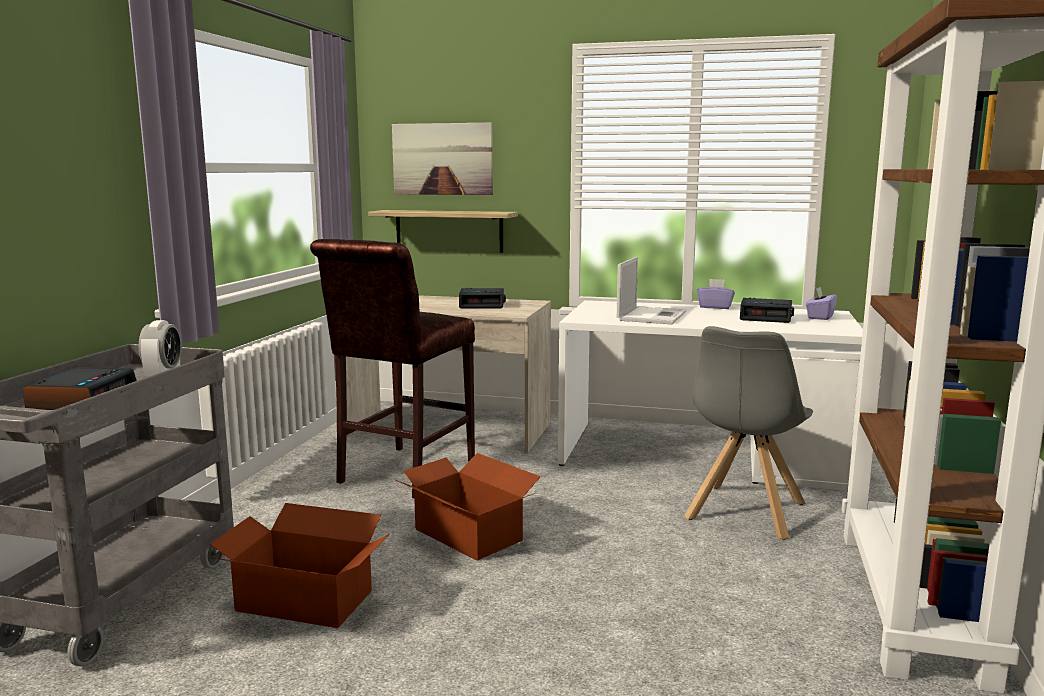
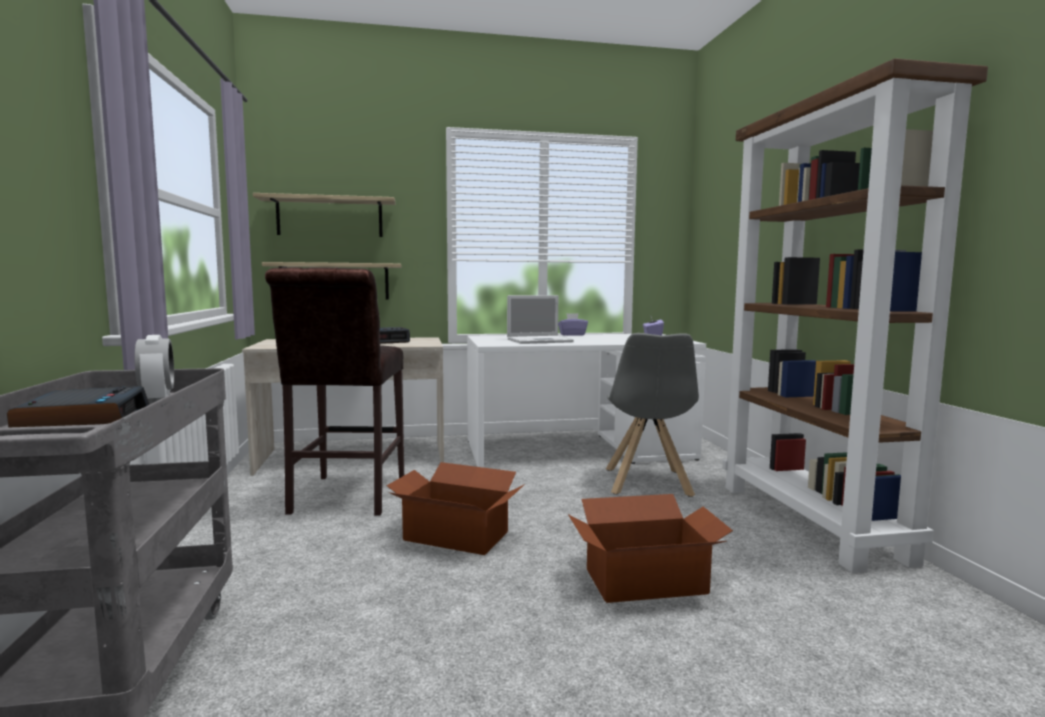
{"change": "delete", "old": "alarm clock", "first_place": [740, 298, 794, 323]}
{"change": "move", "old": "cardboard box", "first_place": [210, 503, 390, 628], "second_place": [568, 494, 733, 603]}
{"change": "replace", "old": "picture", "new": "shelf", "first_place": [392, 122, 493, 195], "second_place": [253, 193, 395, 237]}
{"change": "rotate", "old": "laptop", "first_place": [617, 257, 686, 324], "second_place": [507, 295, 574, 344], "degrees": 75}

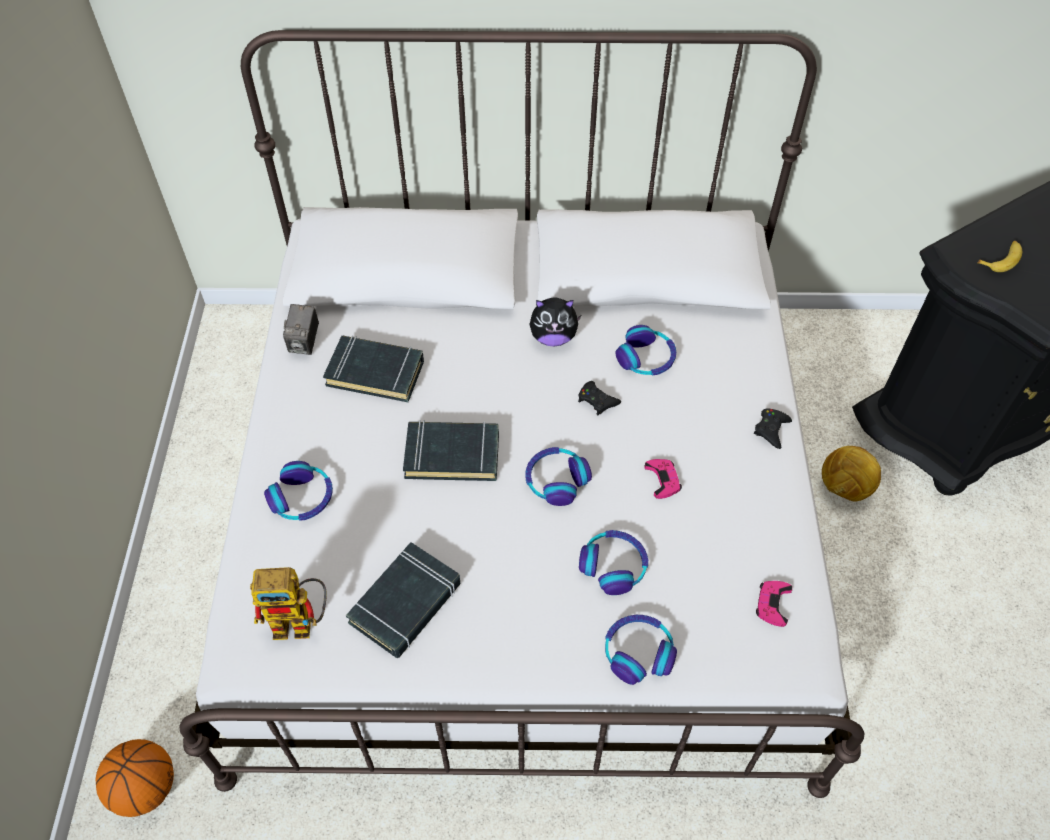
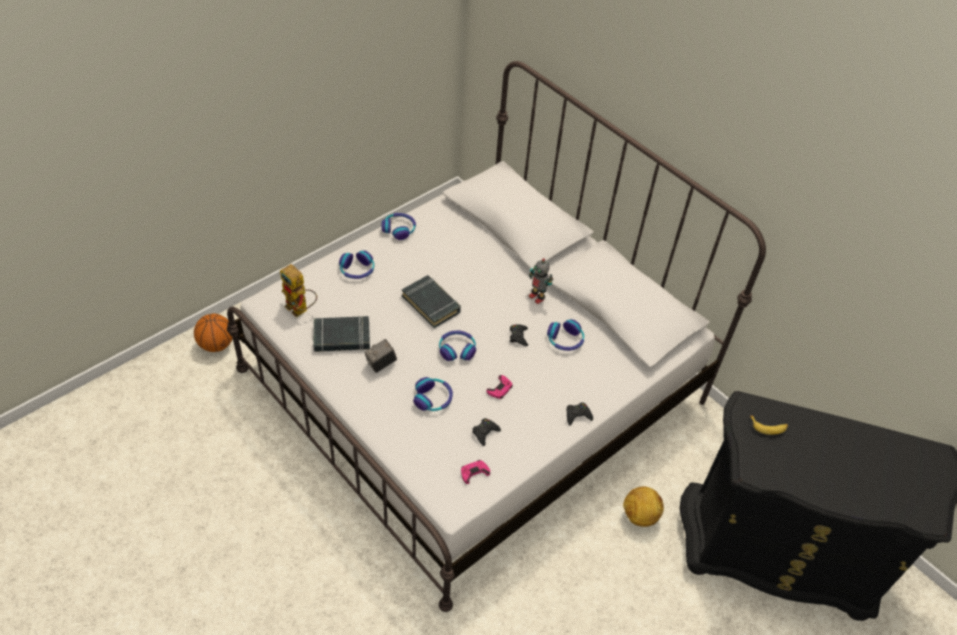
{"change": "delete", "old": "black book", "first_place": [323, 336, 424, 402]}
{"change": "insert", "new": "black game controller", "second_place": [472, 418, 501, 446]}
{"change": "move", "old": "photo camera", "first_place": [283, 304, 319, 355], "second_place": [364, 339, 397, 373]}
{"change": "move", "old": "headphones", "first_place": [605, 615, 677, 685], "second_place": [381, 213, 416, 240]}
{"change": "replace", "old": "plush toy", "new": "toy robot", "first_place": [529, 297, 582, 347], "second_place": [529, 258, 553, 304]}

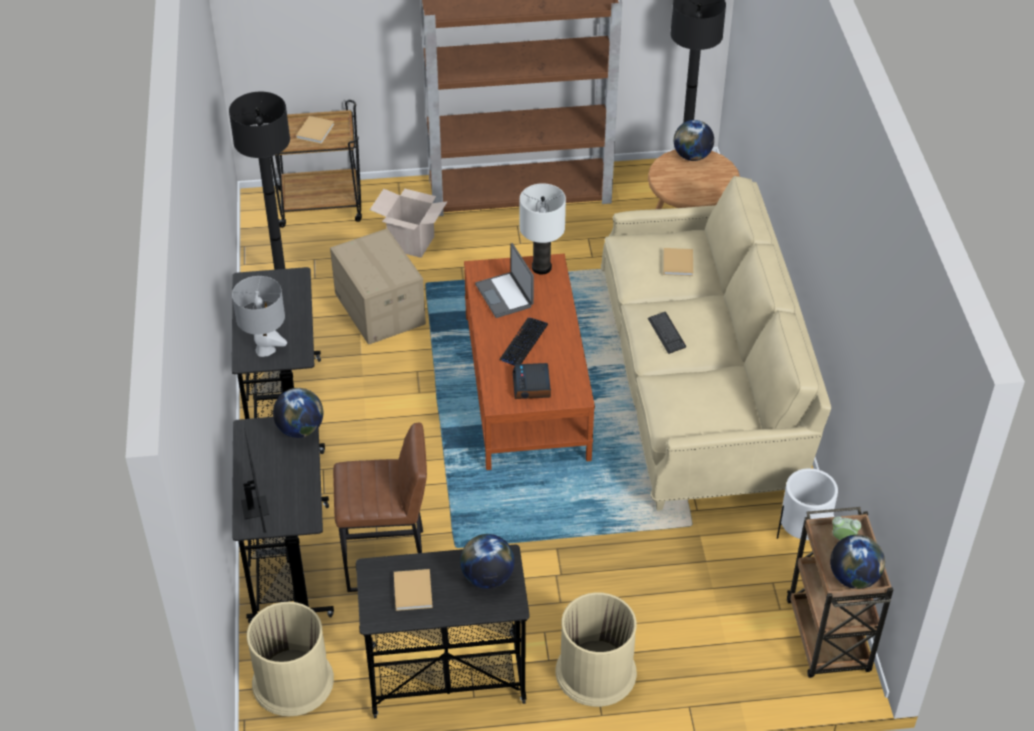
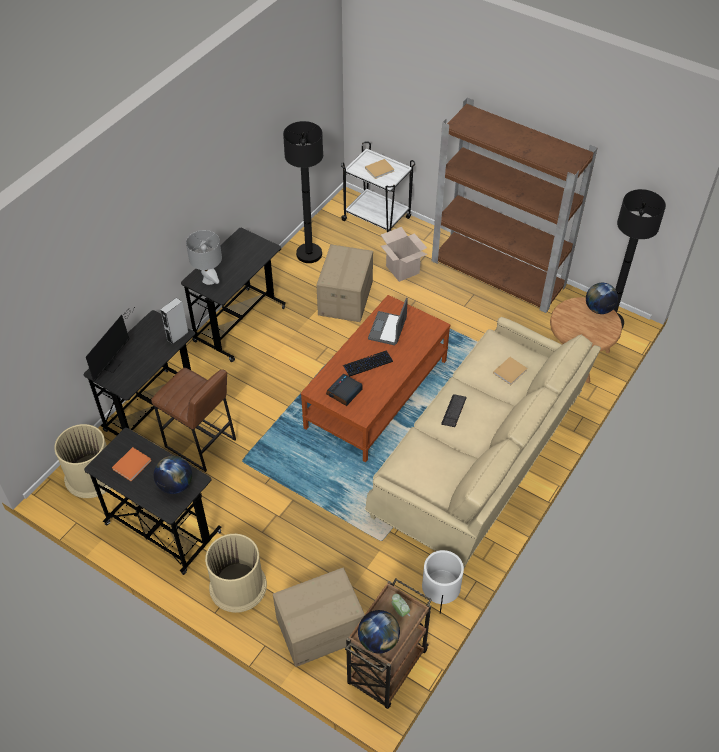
{"change": "delete", "old": "white table lamp", "first_place": [520, 183, 566, 275]}
{"change": "insert", "new": "cardboard box", "second_place": [273, 568, 365, 667]}
{"change": "replace", "old": "globe", "new": "grey speaker", "first_place": [273, 388, 323, 438], "second_place": [160, 298, 189, 345]}
{"change": "recolor", "old": "brown cart", "new": "white cart", "first_place": [269, 100, 362, 228], "second_place": [340, 141, 415, 232]}
{"change": "recolor", "old": "beige book", "new": "orange book", "first_place": [394, 569, 433, 611], "second_place": [112, 447, 152, 481]}

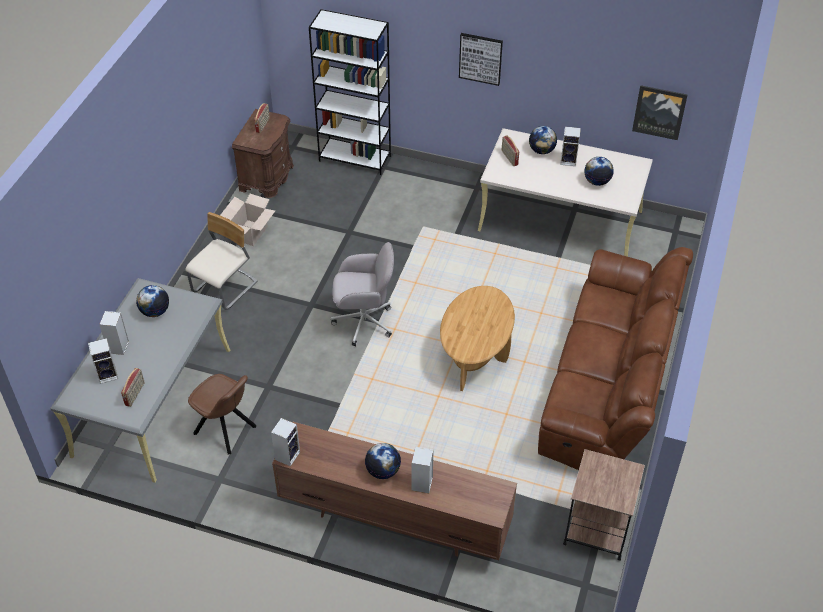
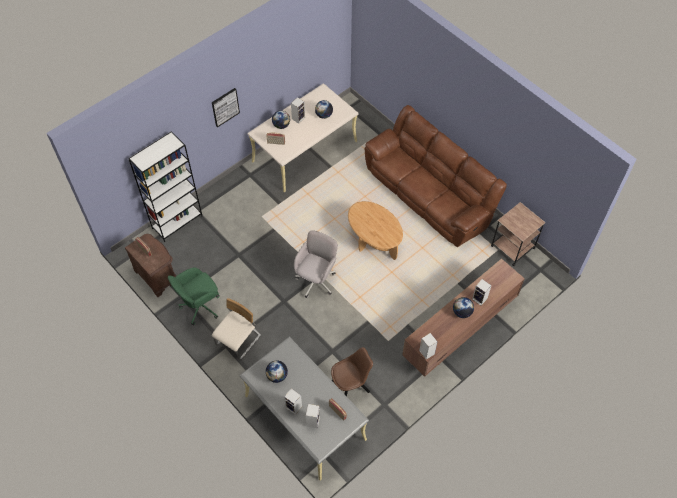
{"change": "delete", "old": "picture", "first_place": [632, 85, 688, 140]}
{"change": "replace", "old": "cardboard box", "new": "green office chair", "first_place": [220, 194, 275, 246], "second_place": [168, 267, 220, 325]}
{"change": "rotate", "old": "beige chair", "first_place": [186, 212, 258, 310], "second_place": [212, 298, 261, 360], "degrees": 60}

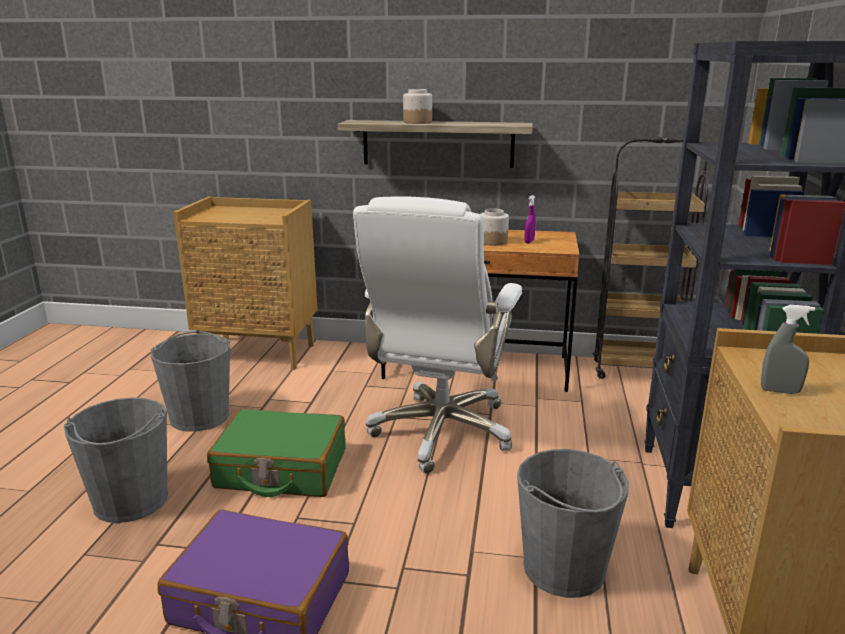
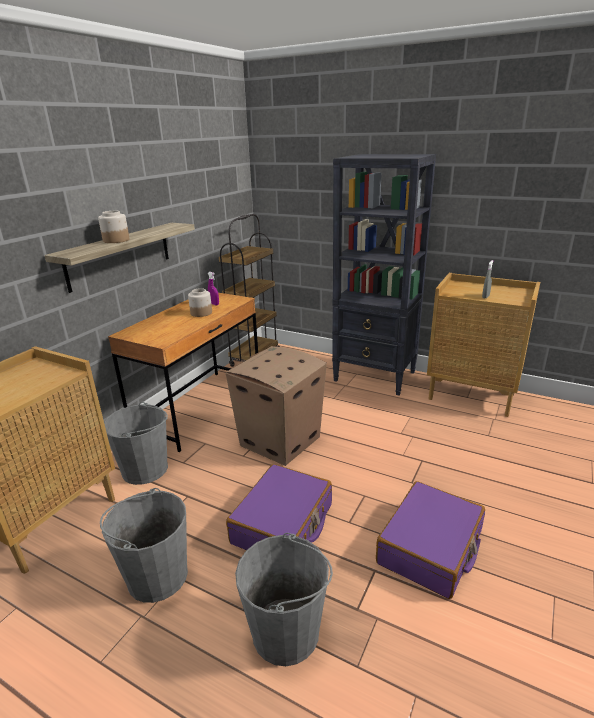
{"change": "move", "old": "grey bucket", "first_place": [517, 449, 629, 598], "second_place": [104, 402, 168, 485]}
{"change": "replace", "old": "white office chair", "new": "cardboard box", "first_place": [353, 196, 522, 474], "second_place": [226, 346, 327, 466]}
{"change": "recolor", "old": "green suitcase", "new": "purple suitcase", "first_place": [207, 409, 346, 497], "second_place": [226, 464, 332, 550]}

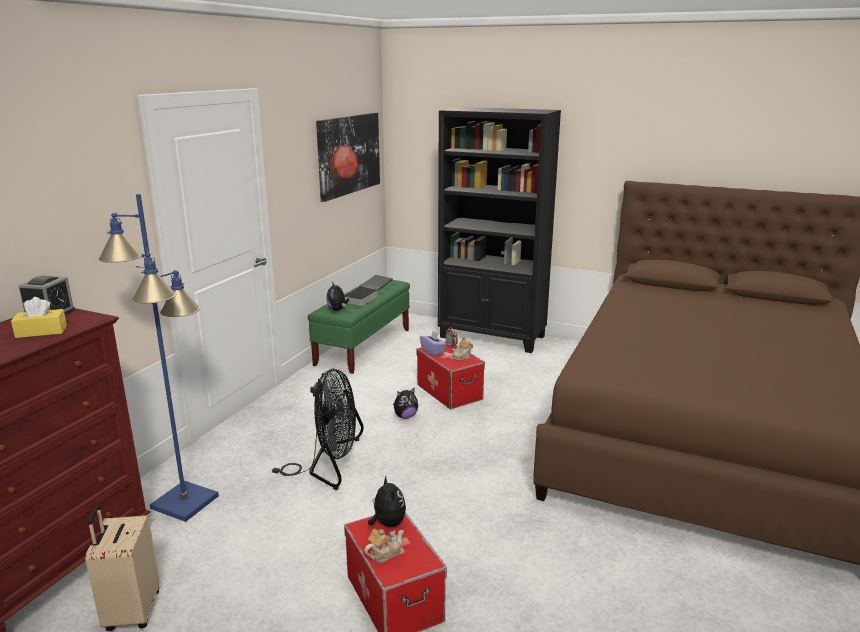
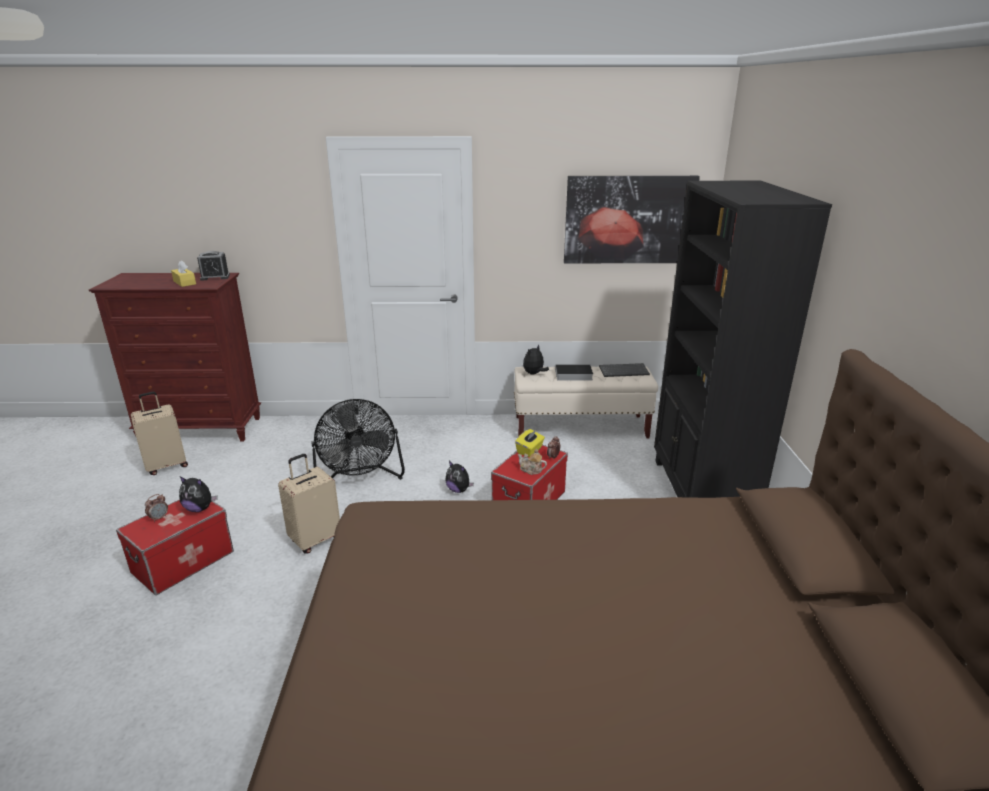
{"change": "delete", "old": "blue floor lamp", "first_place": [99, 194, 219, 522]}
{"change": "insert", "new": "beige suitcase", "second_place": [278, 454, 340, 554]}
{"change": "replace", "old": "teapot", "new": "alarm clock", "first_place": [364, 529, 404, 563], "second_place": [145, 494, 168, 522]}
{"change": "recolor", "old": "green bench", "new": "beige bench", "first_place": [308, 280, 410, 374], "second_place": [514, 366, 658, 438]}
{"change": "recolor", "old": "purple tissue box", "new": "yellow tissue box", "first_place": [420, 331, 447, 356], "second_place": [515, 429, 545, 457]}
{"change": "rotate", "old": "plush toy", "first_place": [368, 476, 406, 527], "second_place": [179, 476, 218, 512], "degrees": 60}

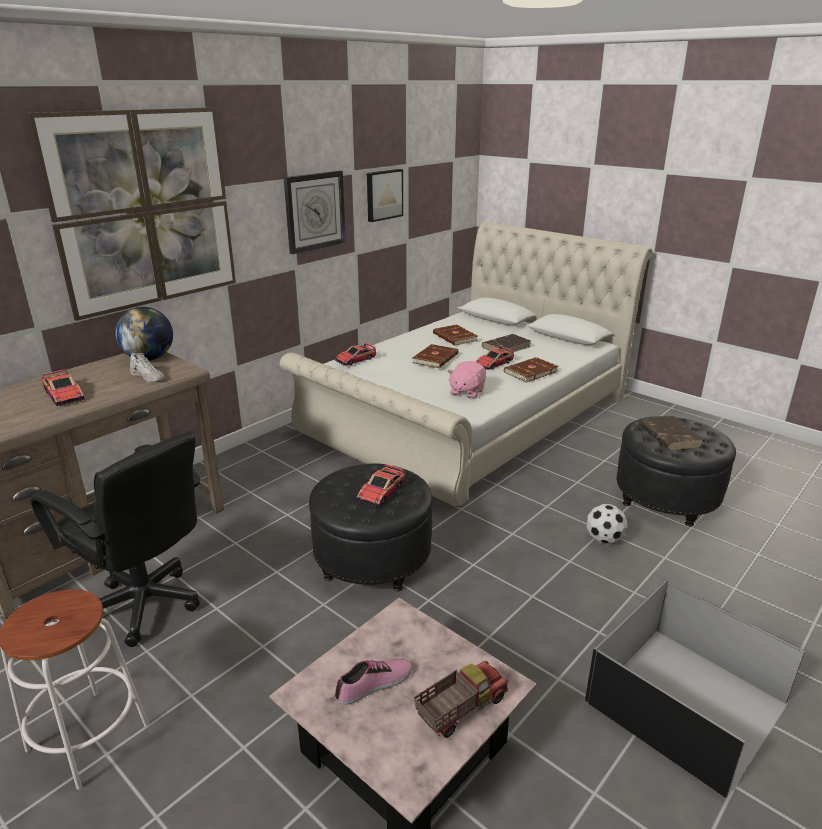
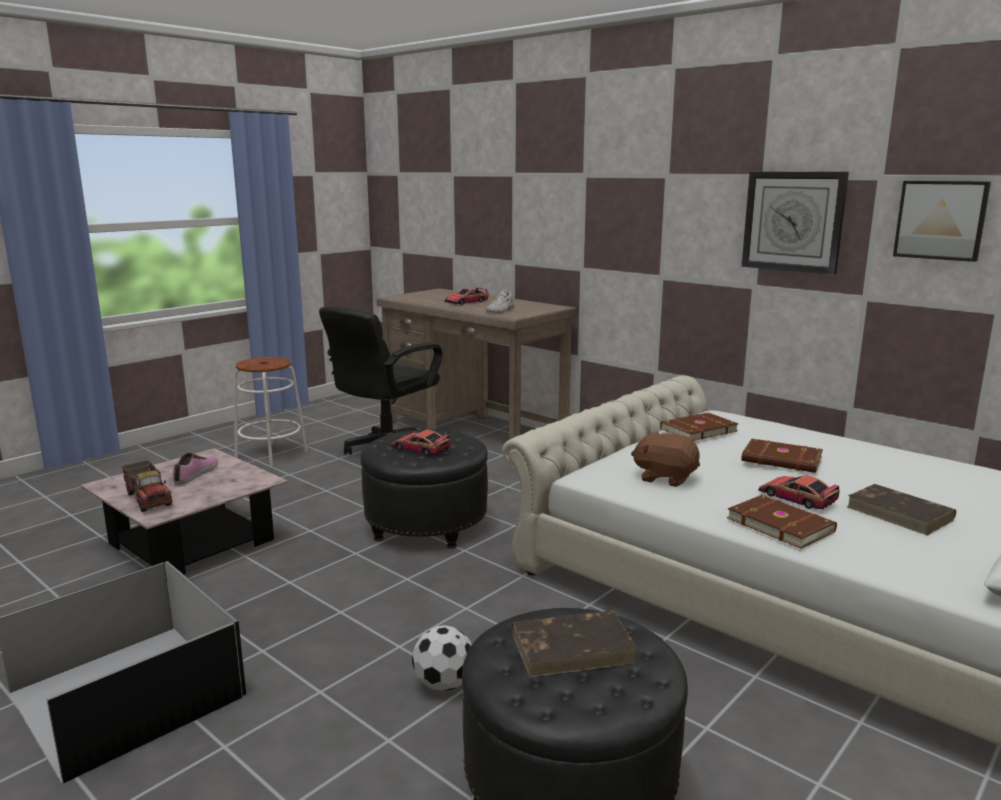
{"change": "delete", "old": "picture", "first_place": [27, 107, 236, 321]}
{"change": "delete", "old": "globe", "first_place": [115, 307, 173, 361]}
{"change": "delete", "old": "toy car", "first_place": [335, 343, 376, 366]}
{"change": "move", "old": "brown book", "first_place": [433, 325, 478, 345], "second_place": [660, 412, 739, 441]}
{"change": "recolor", "old": "pink plush toy", "new": "brown plush toy", "first_place": [448, 361, 486, 399], "second_place": [631, 431, 700, 487]}
{"change": "rotate", "old": "shoe", "first_place": [335, 659, 413, 705], "second_place": [173, 452, 218, 485], "degrees": -135}

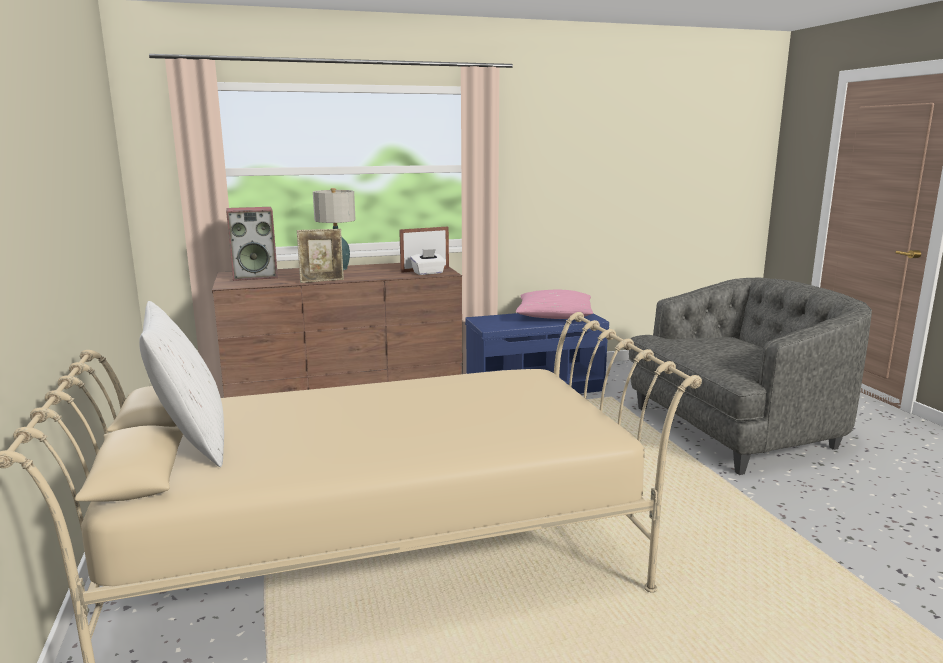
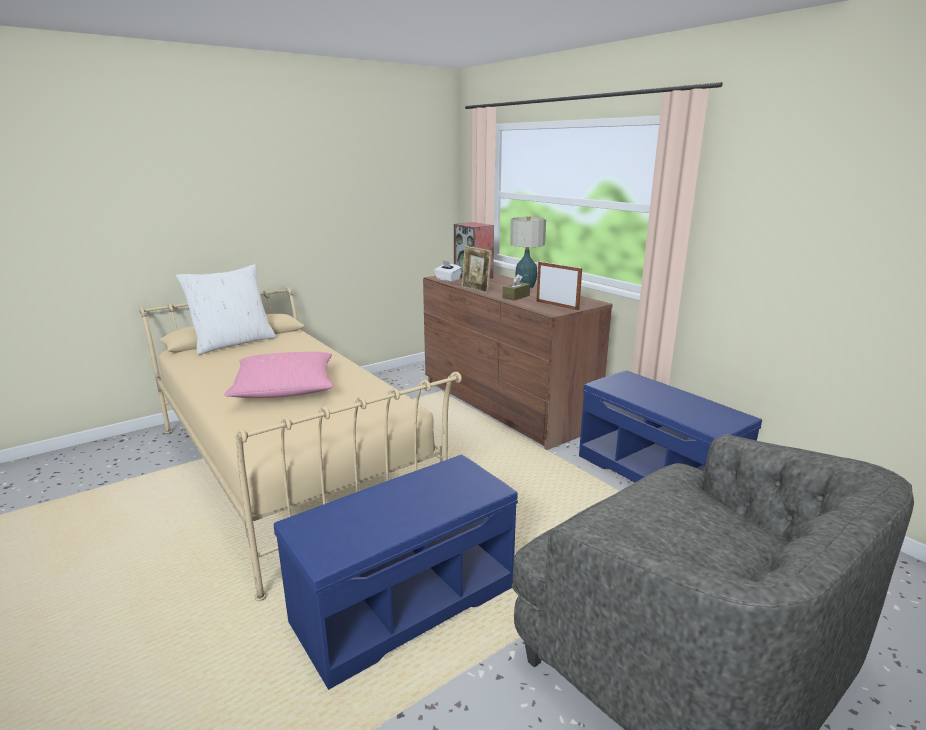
{"change": "insert", "new": "blue bench", "second_place": [274, 455, 518, 690]}
{"change": "insert", "new": "brown tissue box", "second_place": [503, 274, 530, 300]}
{"change": "move", "old": "white tissue box", "first_place": [410, 249, 446, 275], "second_place": [434, 260, 462, 282]}
{"change": "move", "old": "pink pillow", "first_place": [516, 290, 593, 319], "second_place": [224, 352, 334, 398]}

